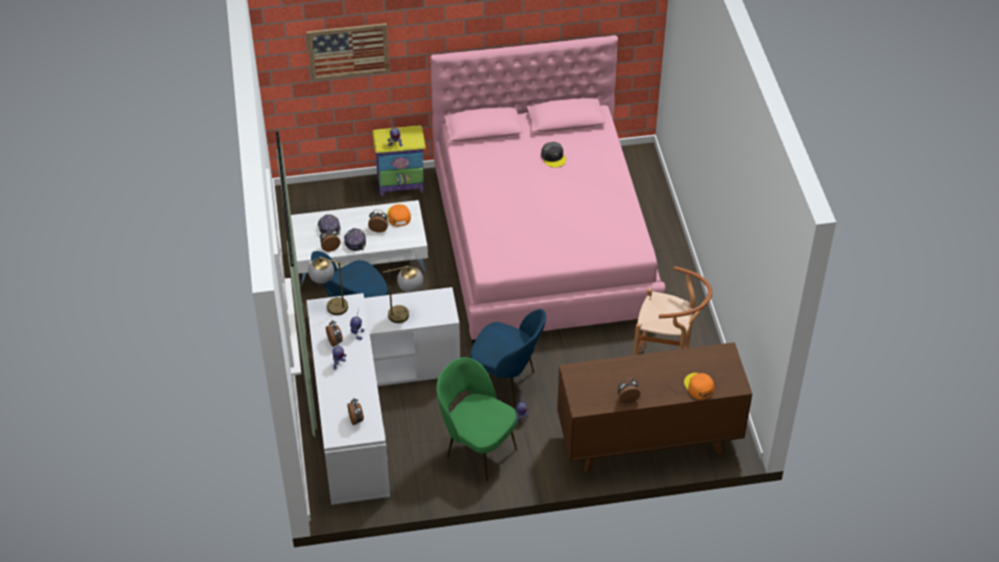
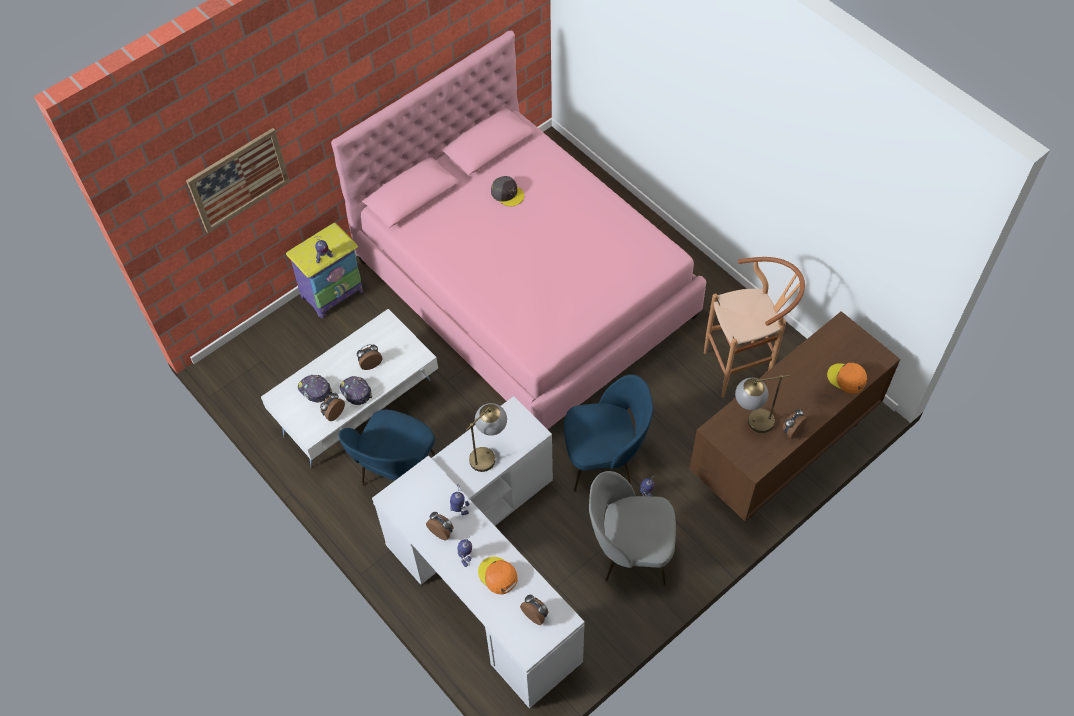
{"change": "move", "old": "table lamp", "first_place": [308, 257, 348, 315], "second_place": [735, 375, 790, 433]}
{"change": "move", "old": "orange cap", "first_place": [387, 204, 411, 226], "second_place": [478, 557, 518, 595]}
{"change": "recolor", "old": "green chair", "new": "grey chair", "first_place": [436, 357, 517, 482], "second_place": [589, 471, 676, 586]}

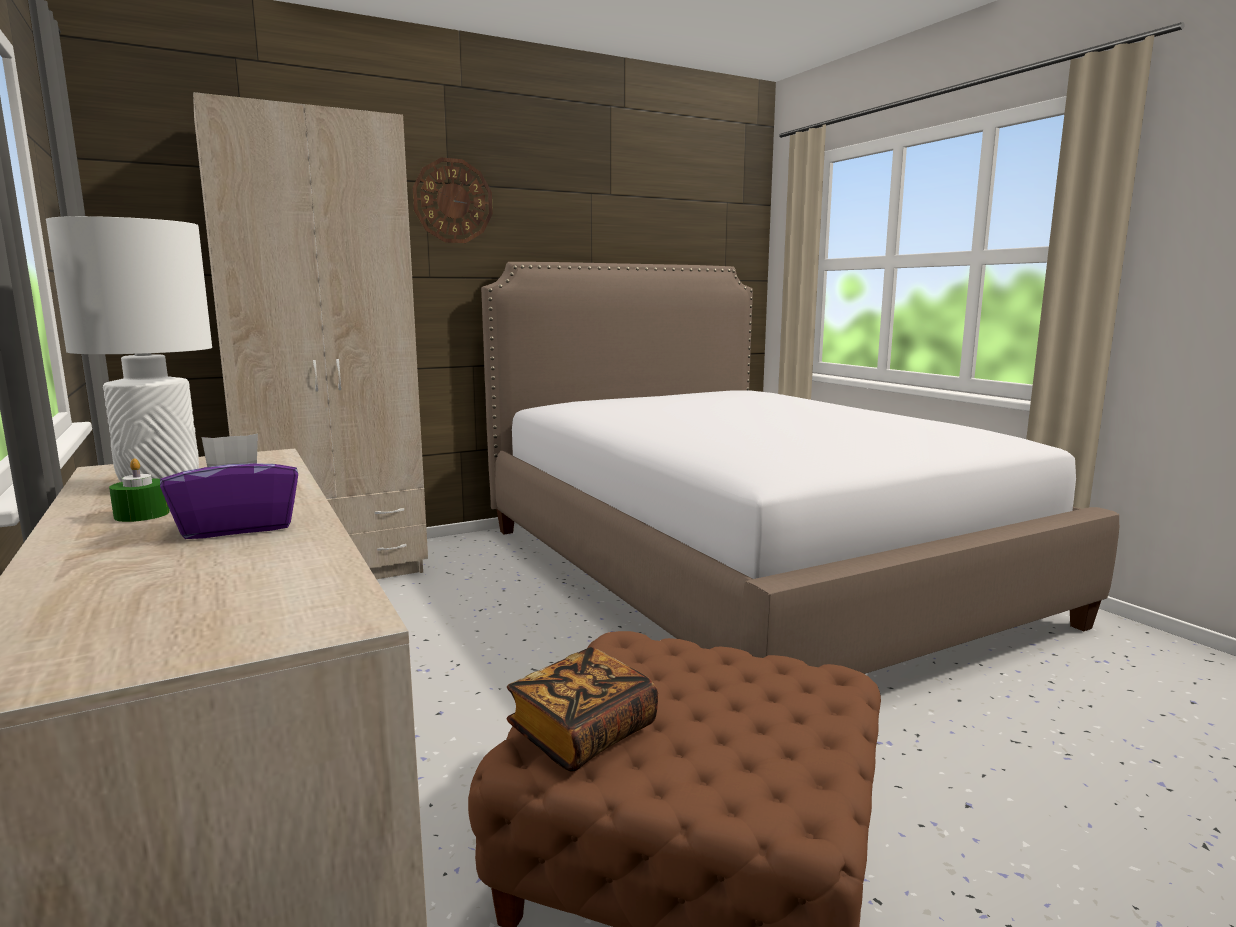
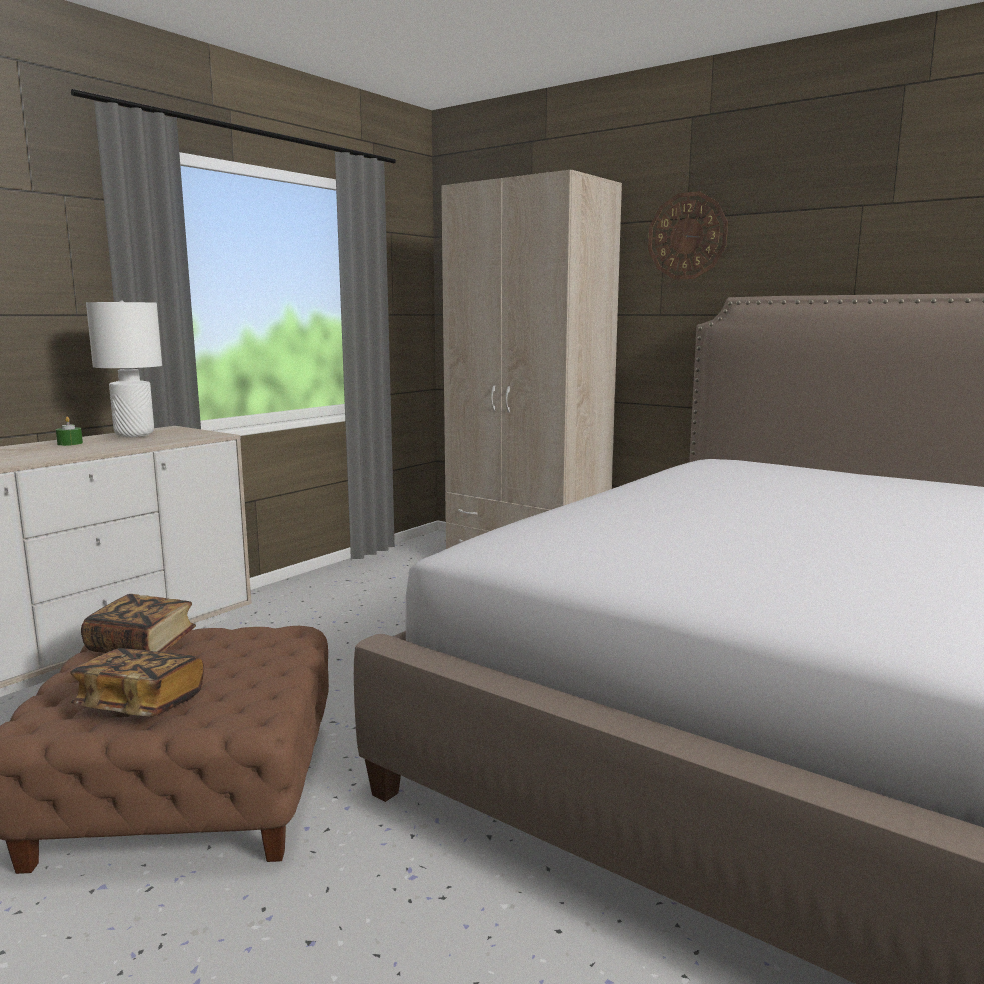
{"change": "delete", "old": "purple tissue box", "first_place": [160, 434, 298, 539]}
{"change": "insert", "new": "book", "second_place": [70, 648, 204, 717]}

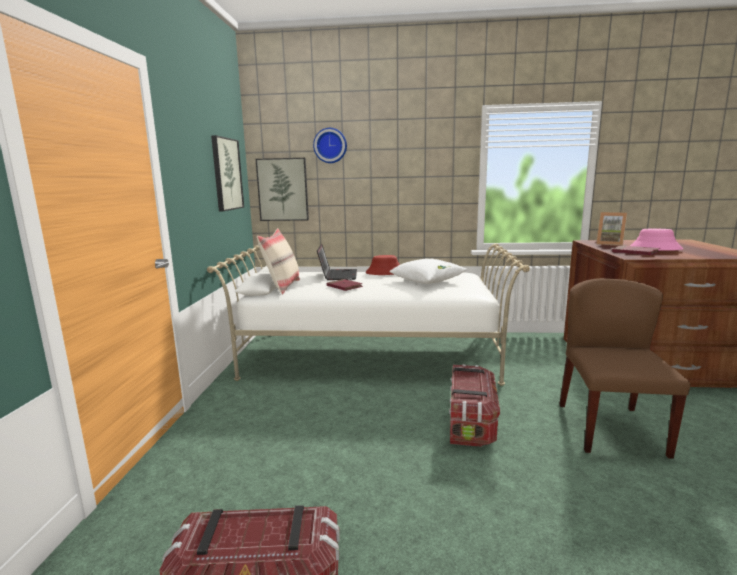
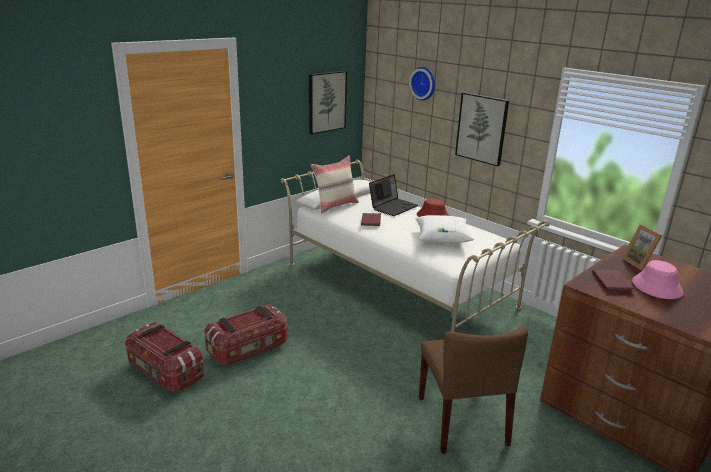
{"change": "move", "old": "picture", "first_place": [256, 158, 309, 221], "second_place": [455, 92, 509, 166]}
{"change": "move", "old": "storage box", "first_place": [449, 364, 500, 447], "second_place": [204, 304, 288, 365]}
{"change": "rotate", "old": "brown chair", "first_place": [559, 278, 690, 459], "second_place": [419, 326, 528, 454], "degrees": 120}

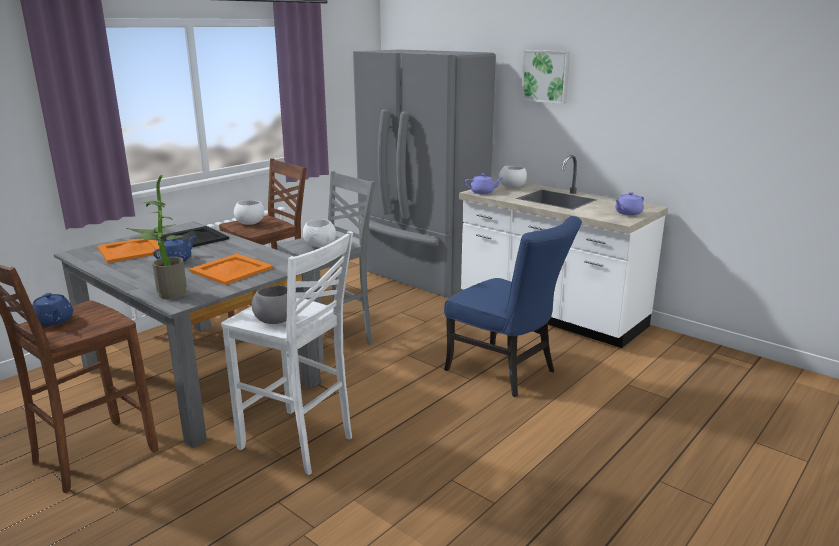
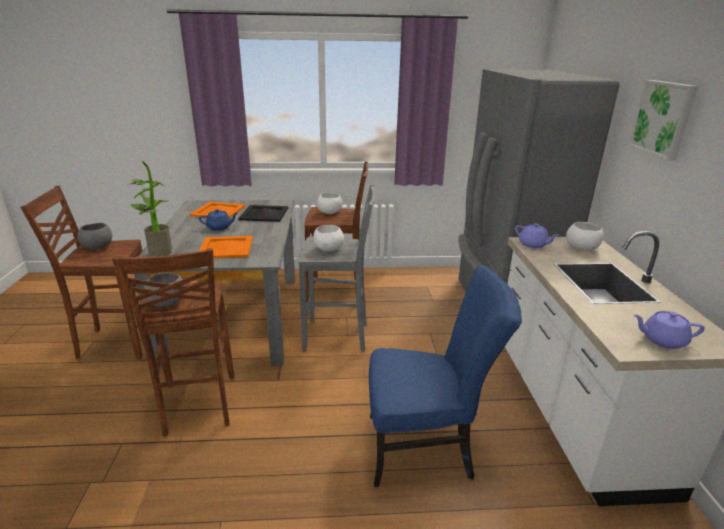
{"change": "replace", "old": "blue teapot", "new": "grey bowl", "first_place": [32, 293, 73, 326], "second_place": [77, 223, 112, 250]}
{"change": "recolor", "old": "white stool", "new": "brown stool", "first_place": [221, 231, 353, 475], "second_place": [112, 248, 234, 437]}
{"change": "rotate", "old": "blue chair", "first_place": [444, 216, 582, 397], "second_place": [369, 265, 522, 487], "degrees": -90}

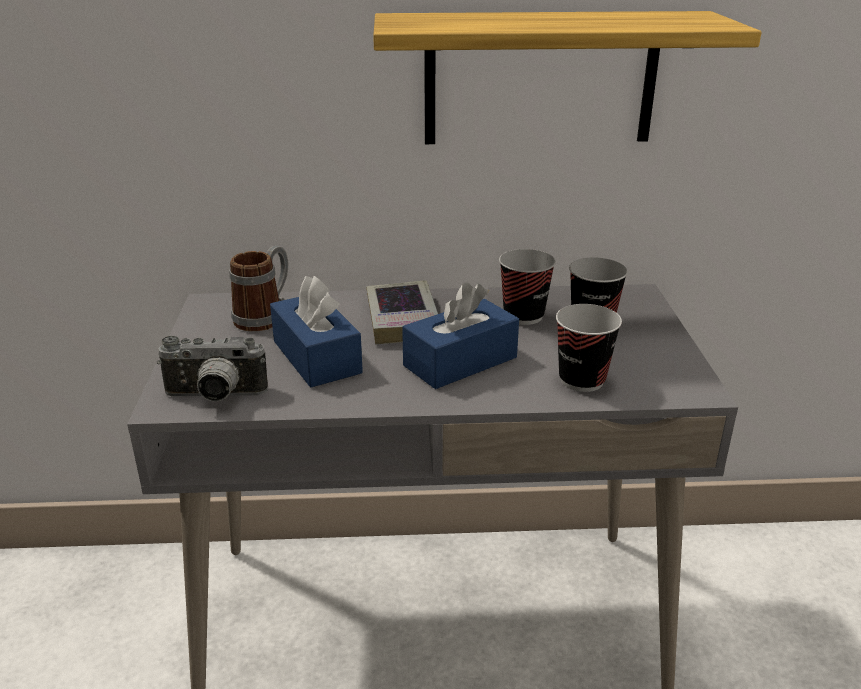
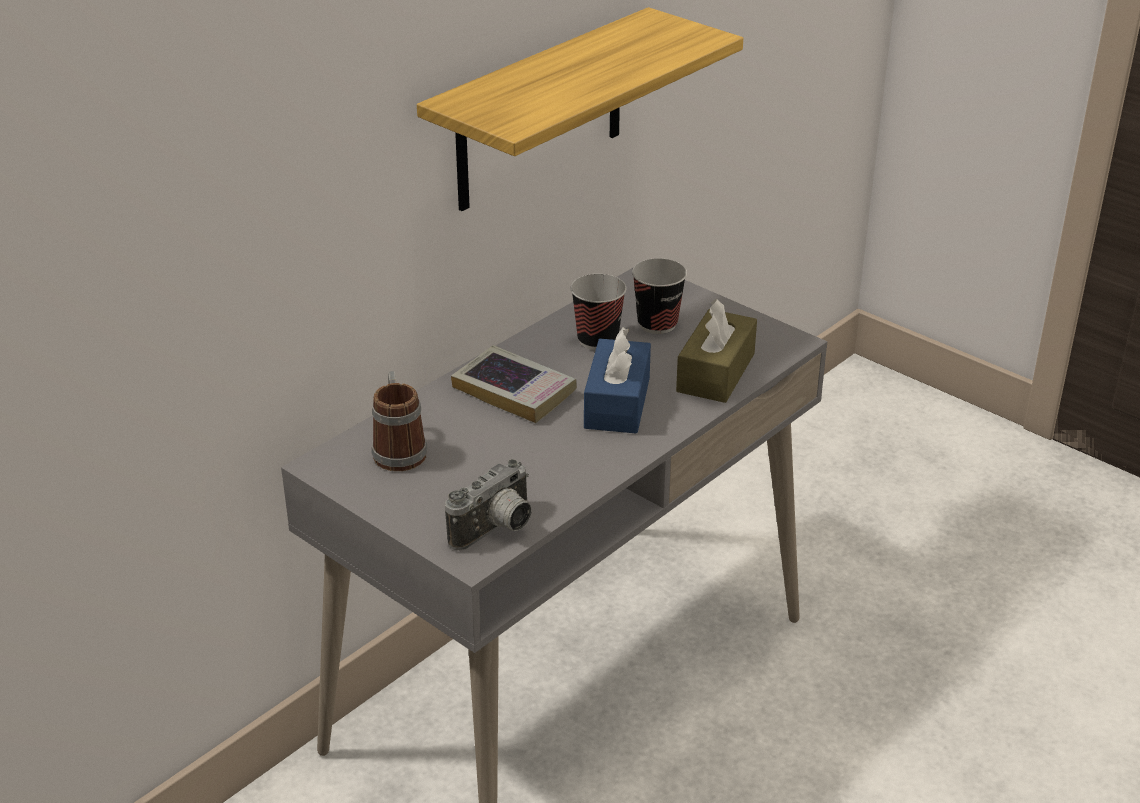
{"change": "delete", "old": "blue tissue box", "first_place": [270, 276, 363, 387]}
{"change": "replace", "old": "cup", "new": "brown tissue box", "first_place": [556, 304, 622, 392], "second_place": [676, 299, 757, 403]}

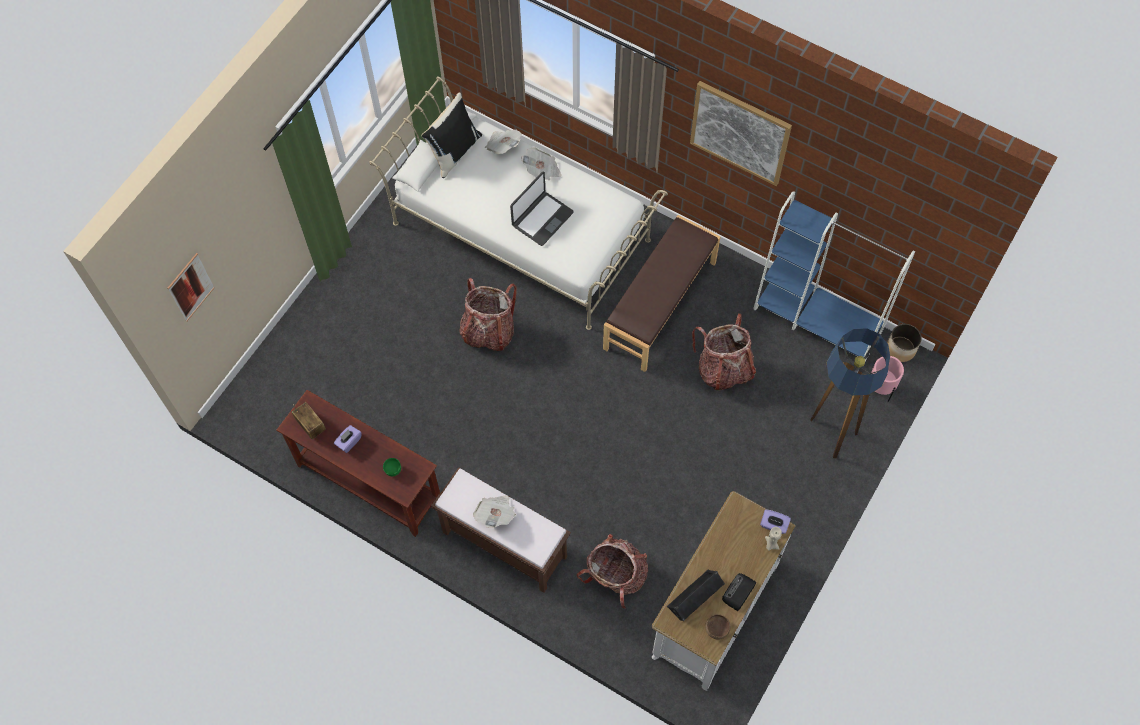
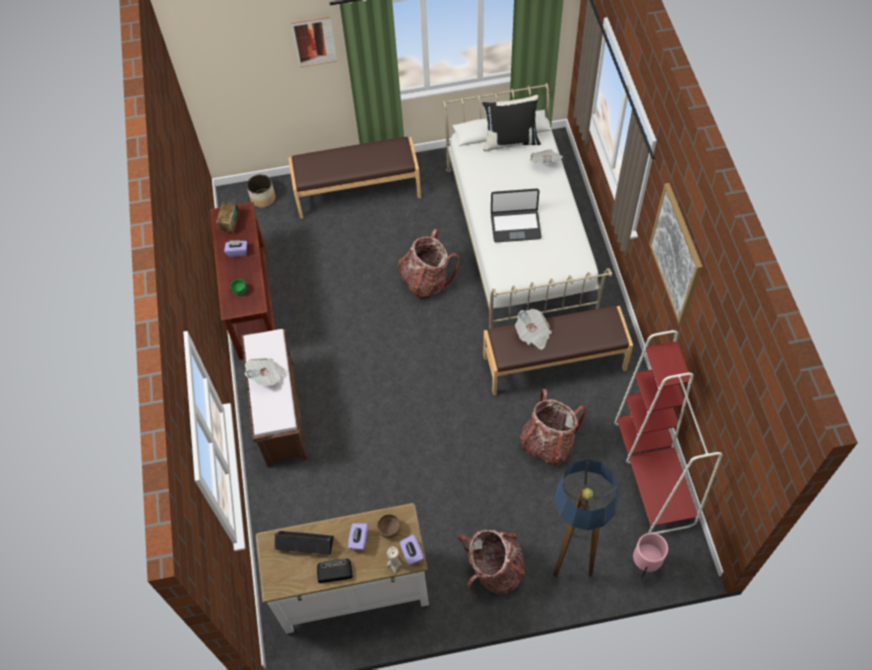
{"change": "insert", "new": "brown bench", "second_place": [288, 137, 421, 219]}
{"change": "insert", "new": "purple tissue box", "second_place": [348, 523, 368, 551]}
{"change": "move", "old": "picture", "first_place": [168, 253, 214, 322], "second_place": [291, 16, 337, 67]}
{"change": "move", "old": "newspaper", "first_place": [521, 147, 561, 180], "second_place": [515, 309, 552, 350]}
{"change": "move", "old": "backpack", "first_place": [576, 534, 648, 609], "second_place": [458, 530, 525, 596]}
{"change": "move", "old": "brown bowl", "first_place": [705, 614, 730, 640], "second_place": [377, 514, 401, 538]}
{"change": "move", "old": "planter", "first_place": [887, 324, 922, 362], "second_place": [247, 174, 276, 208]}
{"change": "recolor", "old": "blue clothes rack", "new": "red clothes rack", "first_place": [753, 191, 915, 361], "second_place": [614, 330, 722, 534]}

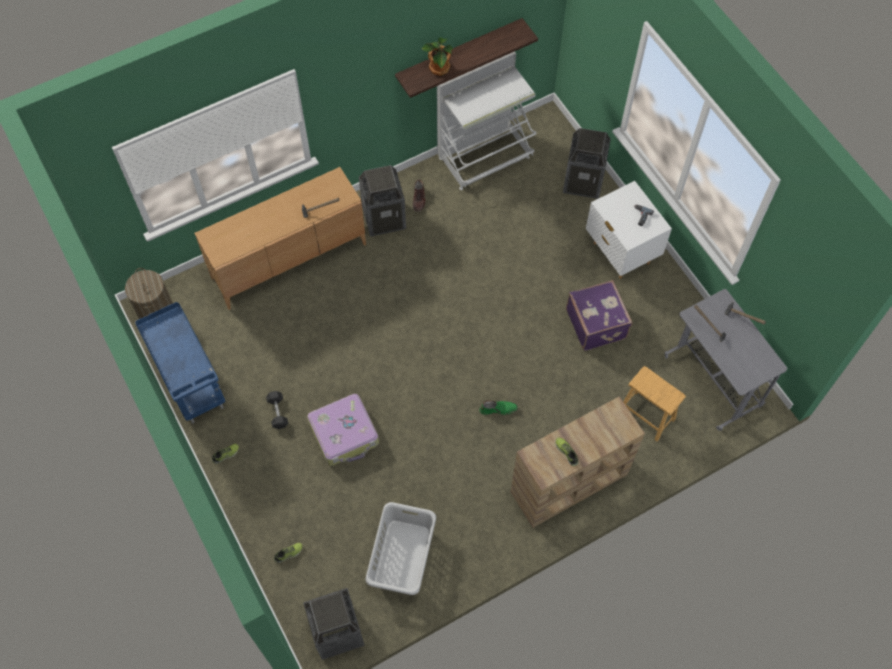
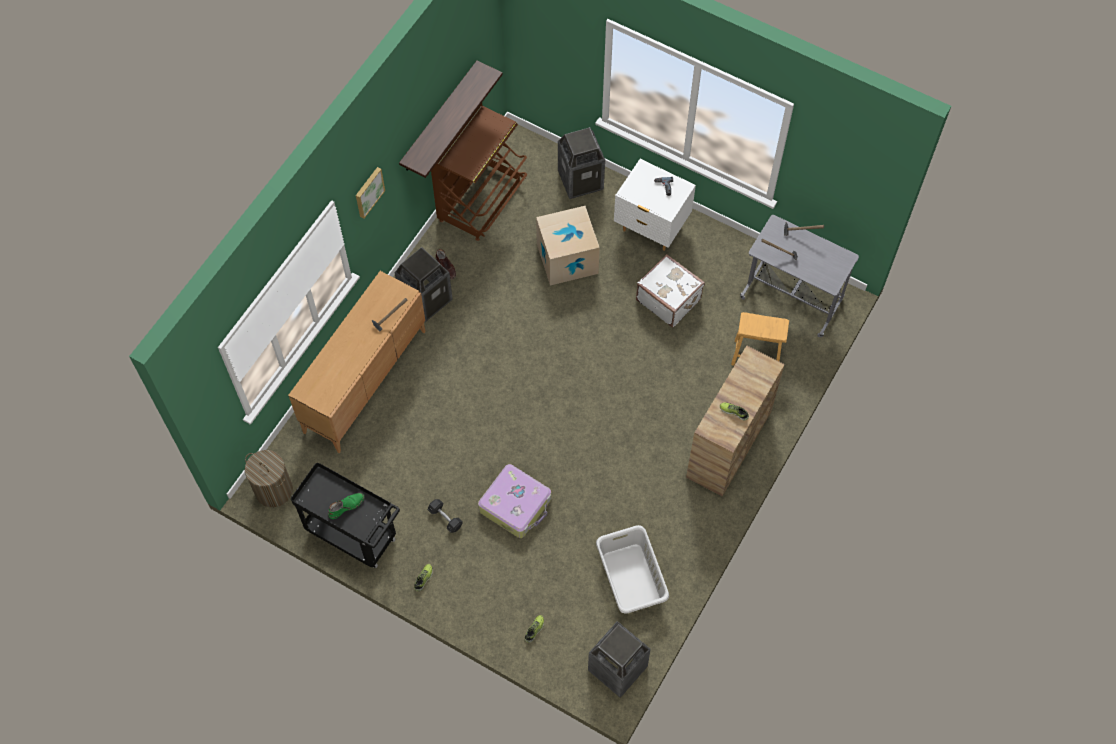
{"change": "delete", "old": "potted plant", "first_place": [422, 38, 453, 76]}
{"change": "insert", "new": "picture", "second_place": [356, 167, 385, 219]}
{"change": "insert", "new": "cardboard box", "second_place": [536, 206, 600, 285]}
{"change": "move", "old": "green boot", "first_place": [479, 400, 518, 415], "second_place": [328, 493, 364, 519]}
{"change": "recolor", "old": "blue cart", "new": "black cart", "first_place": [135, 302, 225, 423], "second_place": [291, 463, 400, 568]}
{"change": "recolor", "old": "white shoe rack", "new": "brown shoe rack", "first_place": [437, 51, 537, 190], "second_place": [431, 103, 527, 241]}
{"change": "recolor", "old": "purple suitcase", "new": "white suitcase", "first_place": [566, 280, 632, 351], "second_place": [636, 254, 705, 327]}

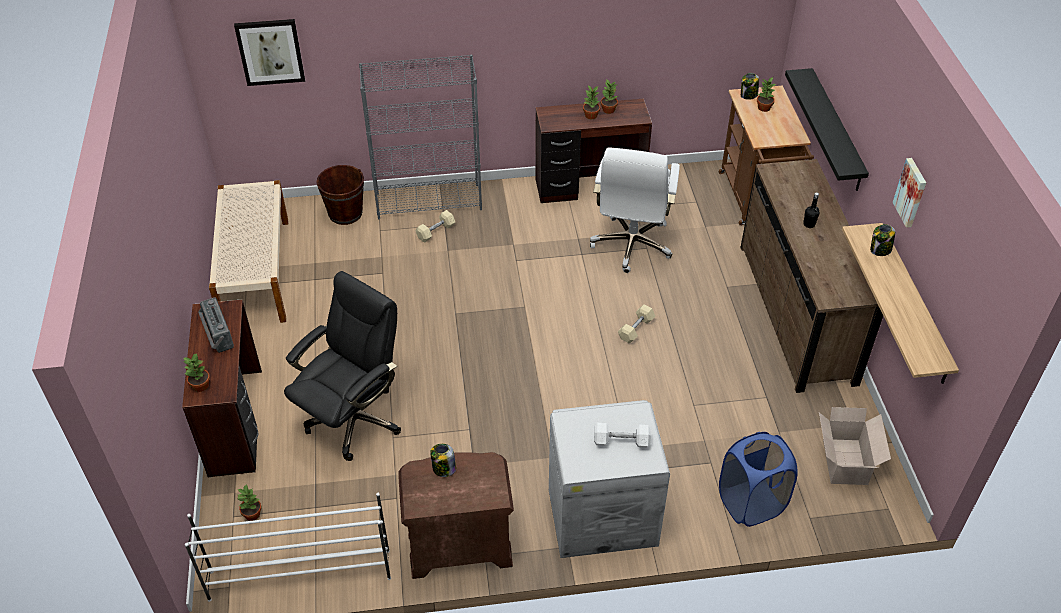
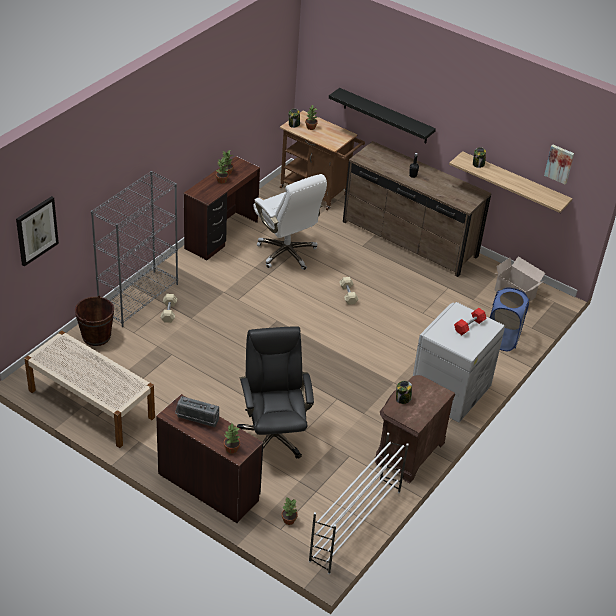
{"change": "move", "old": "picture", "first_place": [893, 158, 926, 228], "second_place": [544, 145, 574, 184]}
{"change": "recolor", "old": "white dumbbell", "new": "red dumbbell", "first_place": [594, 423, 651, 447], "second_place": [454, 308, 487, 335]}

